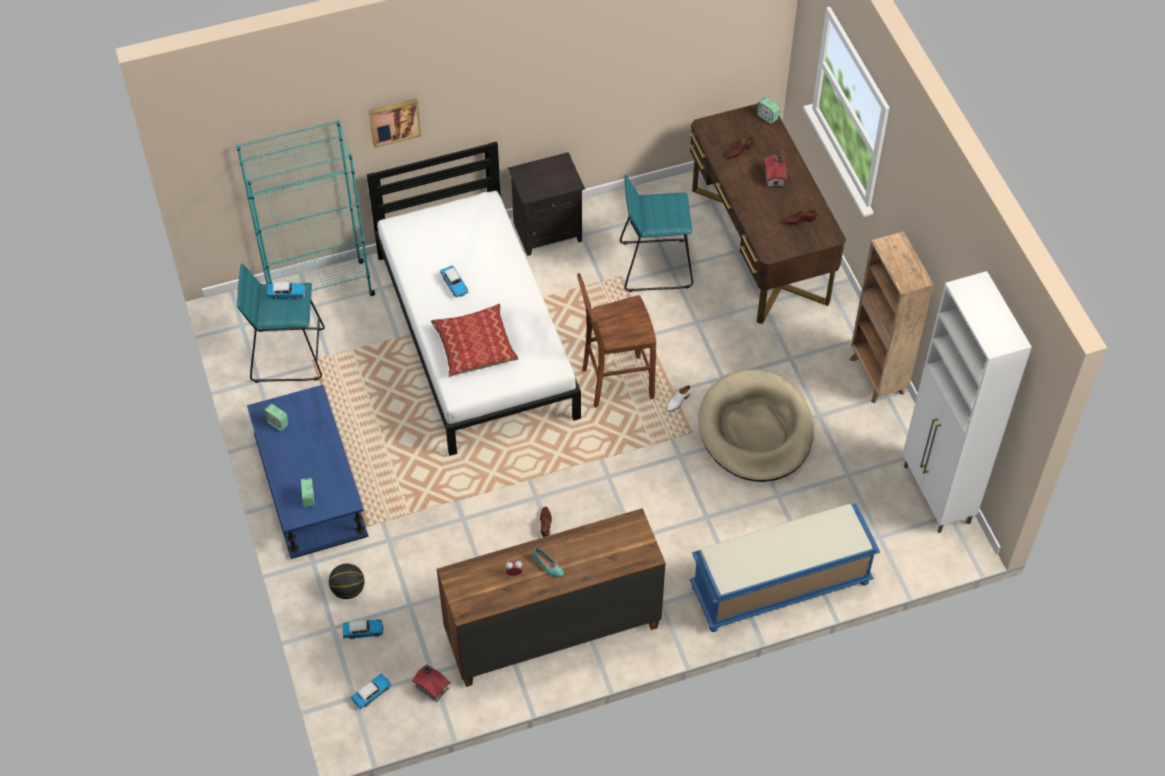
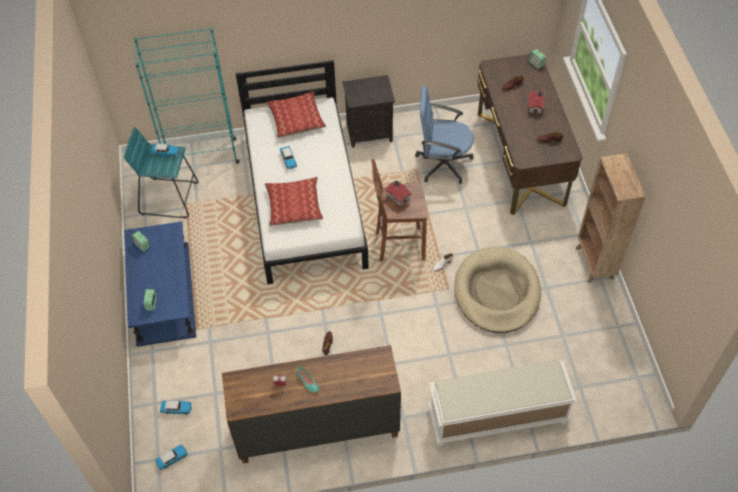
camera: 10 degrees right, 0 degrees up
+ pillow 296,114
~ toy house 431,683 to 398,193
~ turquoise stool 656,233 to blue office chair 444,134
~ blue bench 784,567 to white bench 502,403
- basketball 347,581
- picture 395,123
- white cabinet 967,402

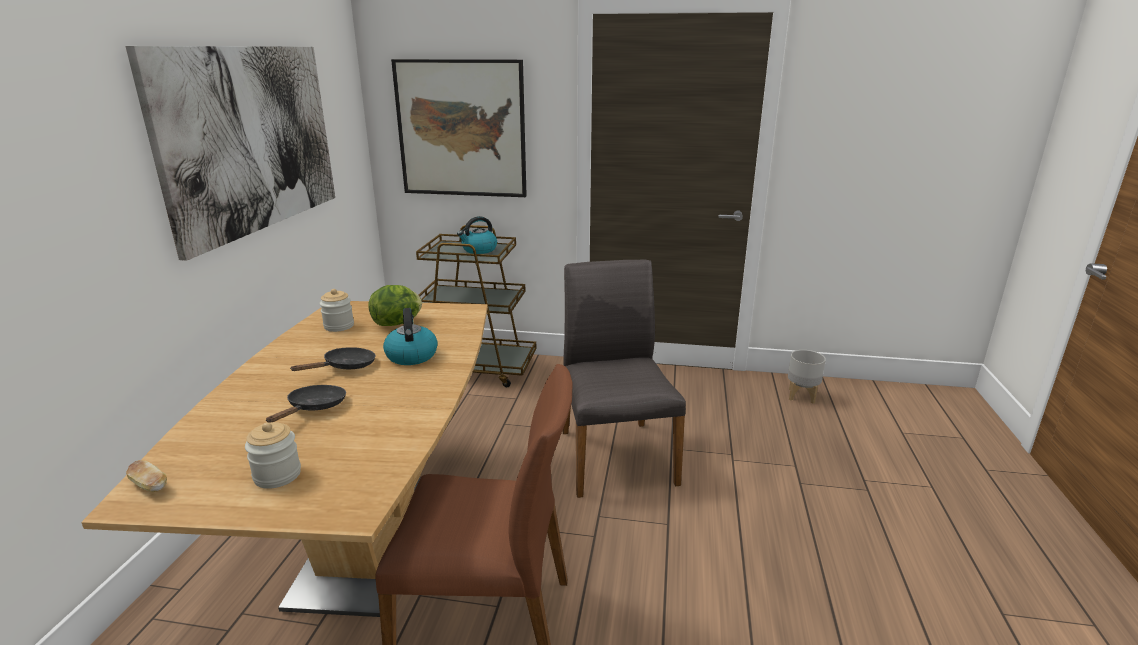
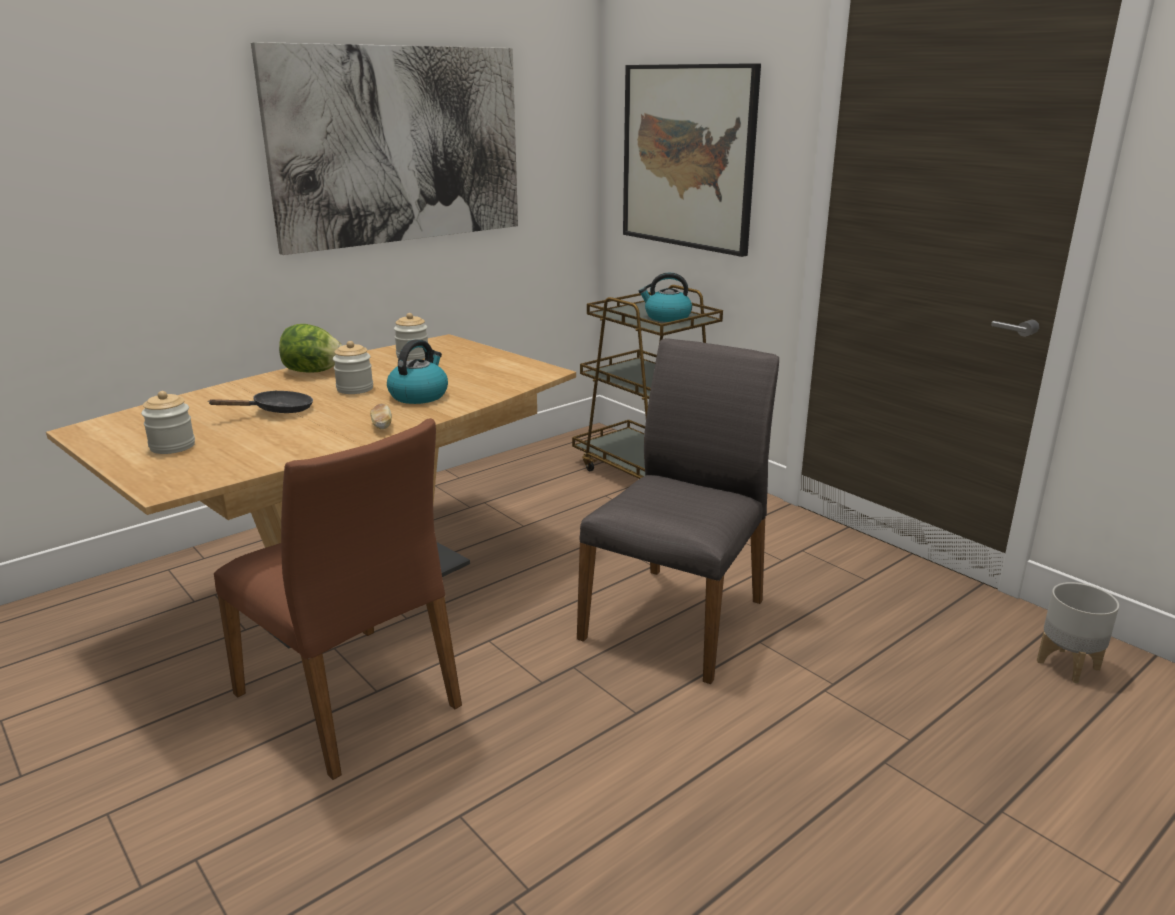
camera: 40 degrees right, 0 degrees up
~ lettuce 395,305 to 311,348
~ black frying pan 333,359 to jar 353,367
~ bread 146,476 to 381,416

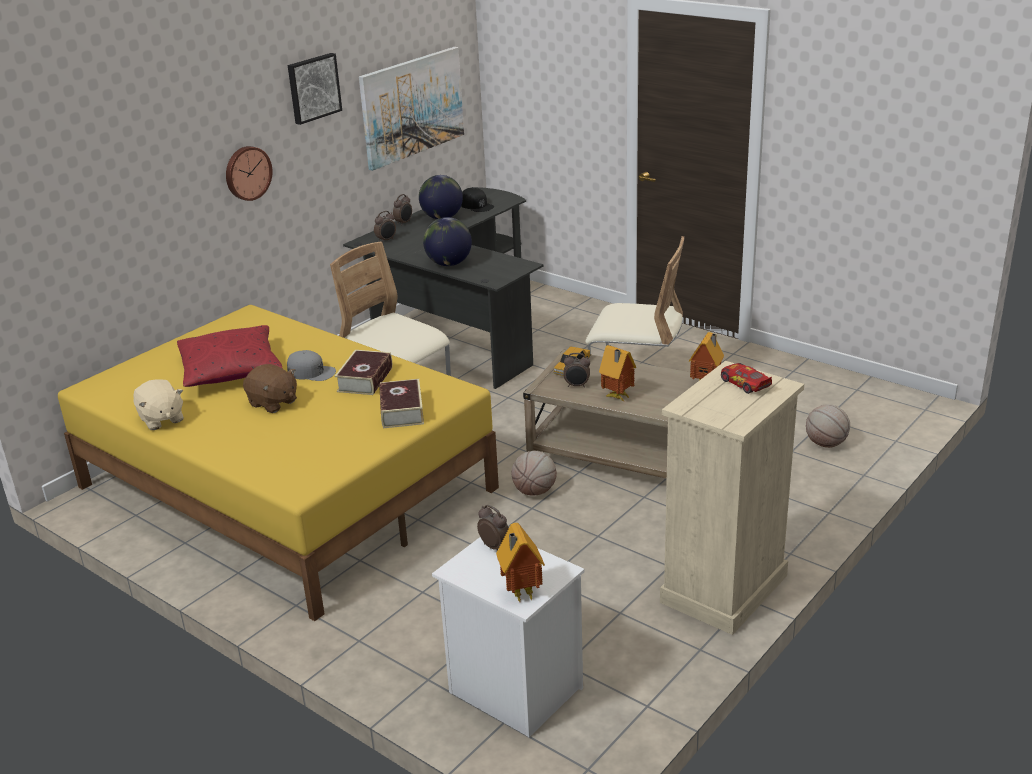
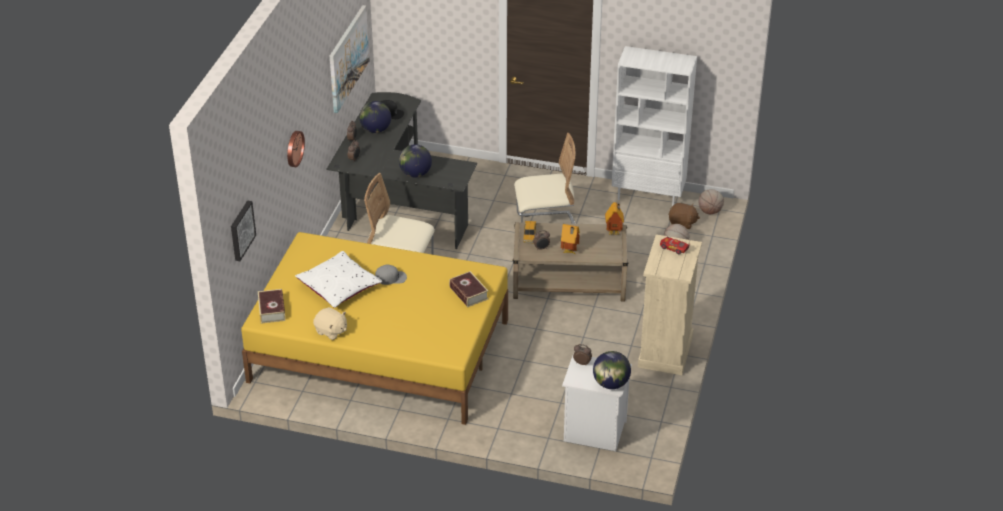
camera: 25 degrees left, 10 degrees up
~ picture 315,89 to 243,230
~ book 363,372 to 271,306
~ red pillow 229,356 to white pillow 338,279
~ toy house 520,562 to globe 612,370
+ white bookcase 654,126
~ brown plush toy 270,388 to 684,216
~ basketball 534,473 to 711,201

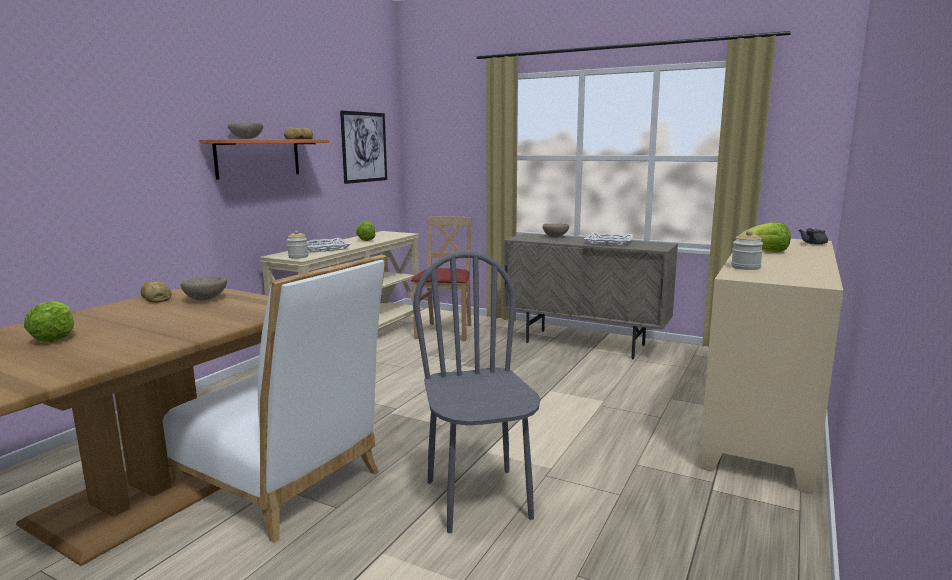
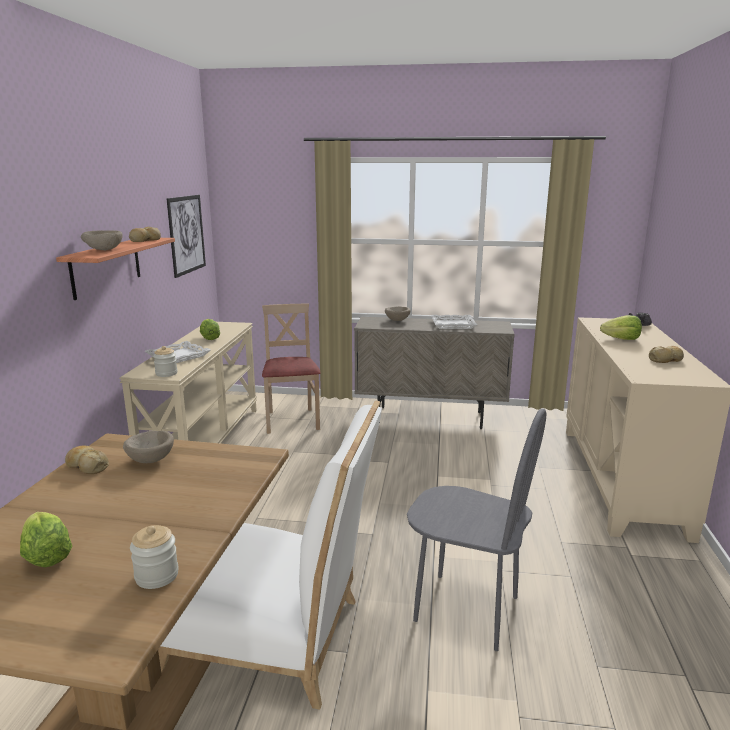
camera: 20 degrees left, 5 degrees up
~ jar 747,250 to 154,557
~ grey chair 477,392 = 476,530 150 degrees clockwise
+ bread 666,354

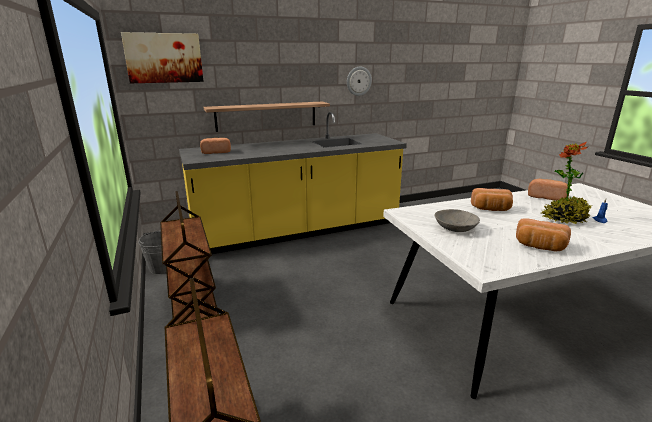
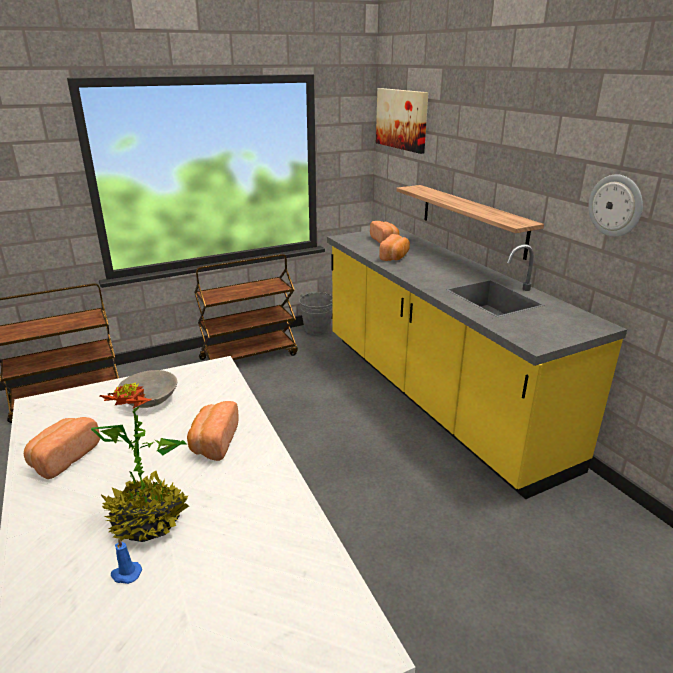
camera: 85 degrees right, 5 degrees up
~ bread 549,190 to 394,247

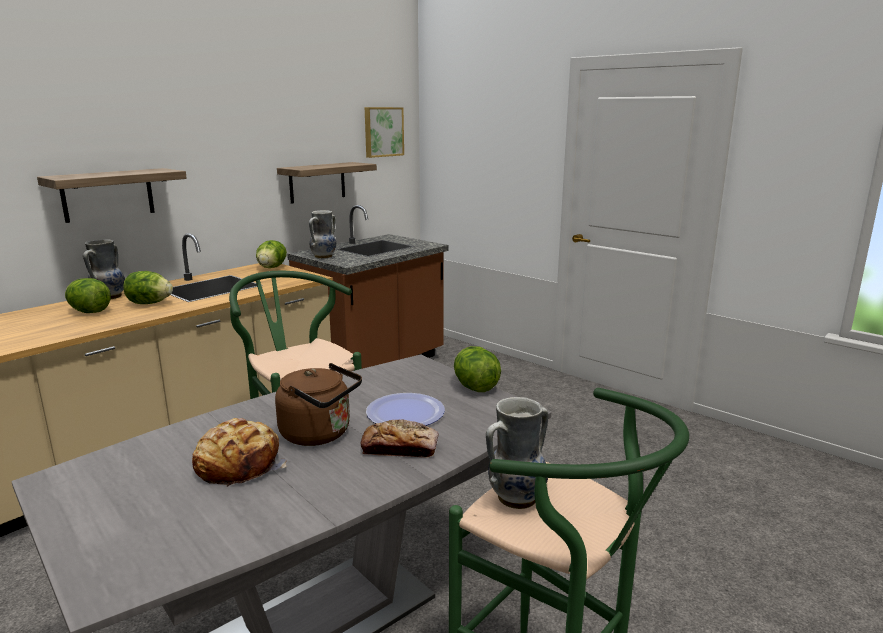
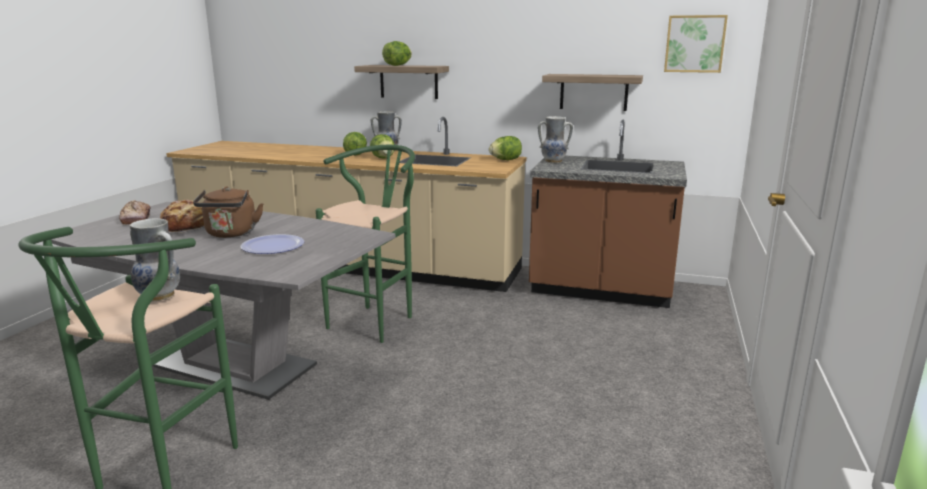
camera: 65 degrees right, 0 degrees up
~ bread 400,439 to 135,212
~ lettuce 477,369 to 397,53

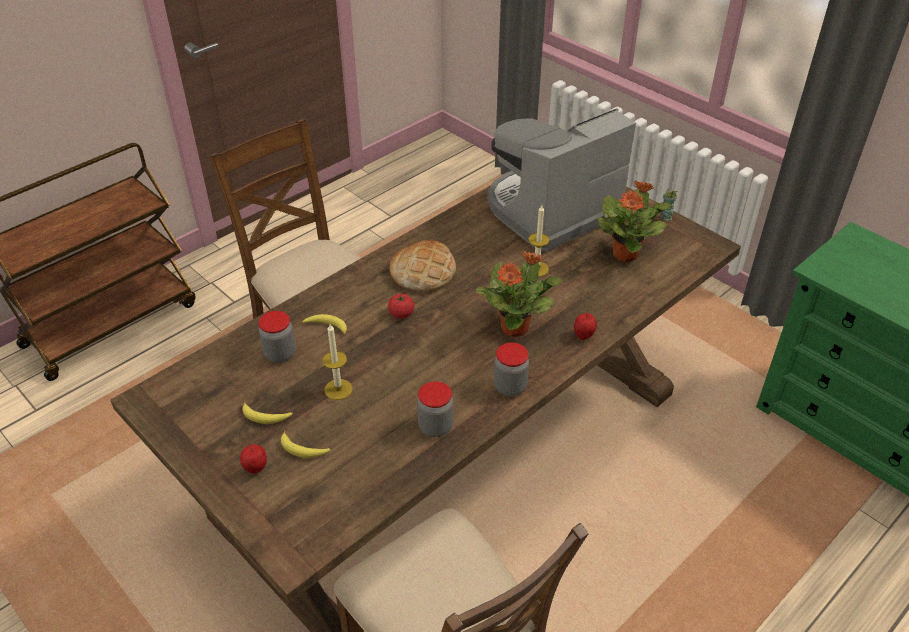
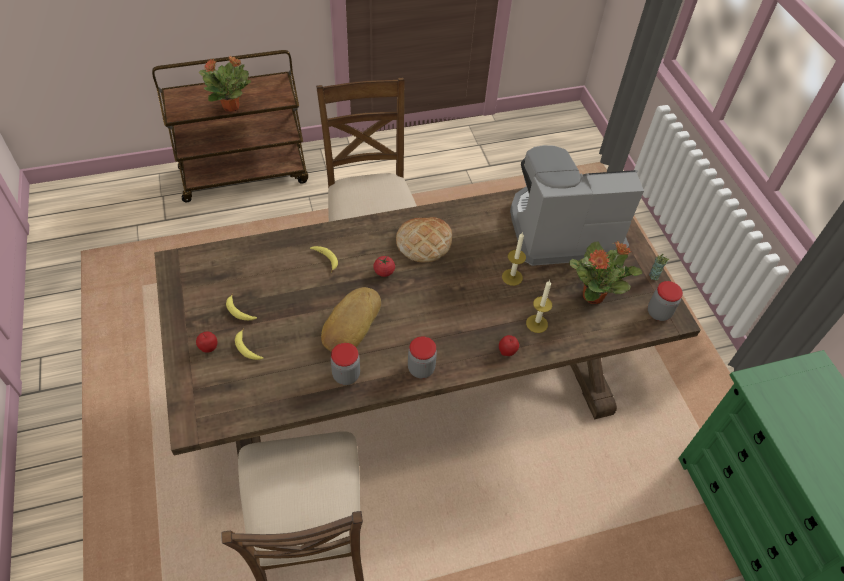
camera: 25 degrees right, 10 degrees up
~ potted plant 519,294 to 225,83
+ bread 351,319
~ candle 337,362 to 539,306
~ jar 277,337 to 665,301

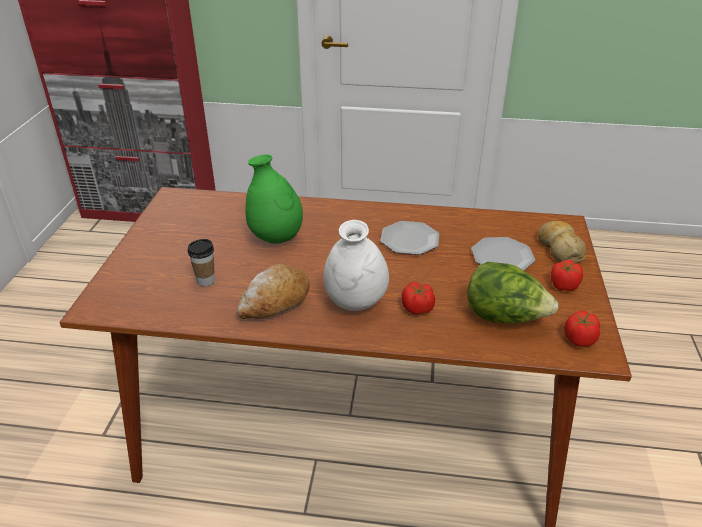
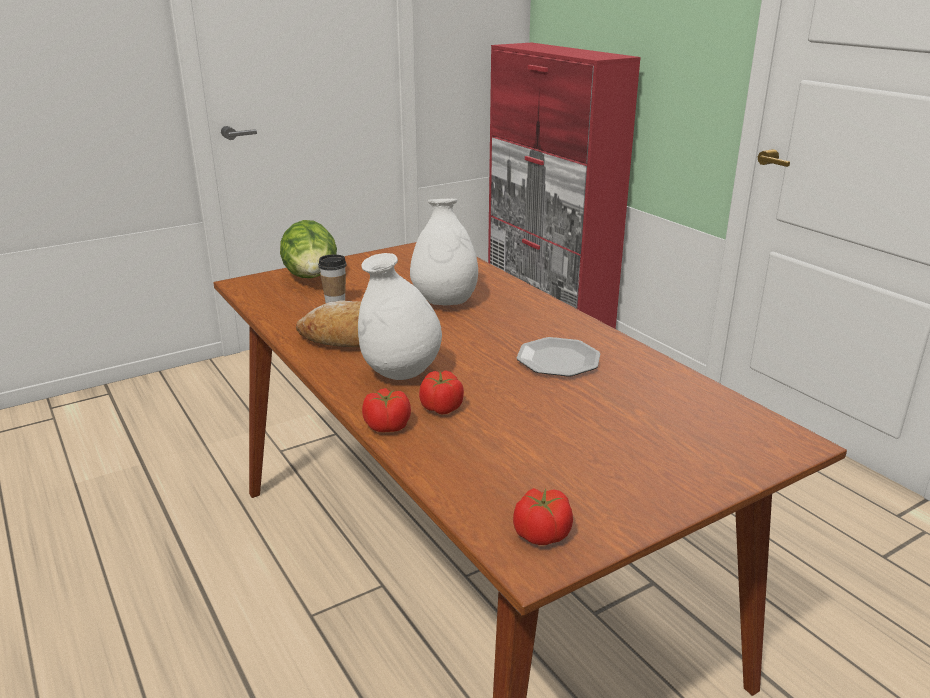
camera: 50 degrees right, 10 degrees down
~ lettuce 512,293 to 308,249
~ tomato 567,275 to 386,410
~ green vase 274,199 to white vase 444,252
- plate 503,254
- bread 562,242

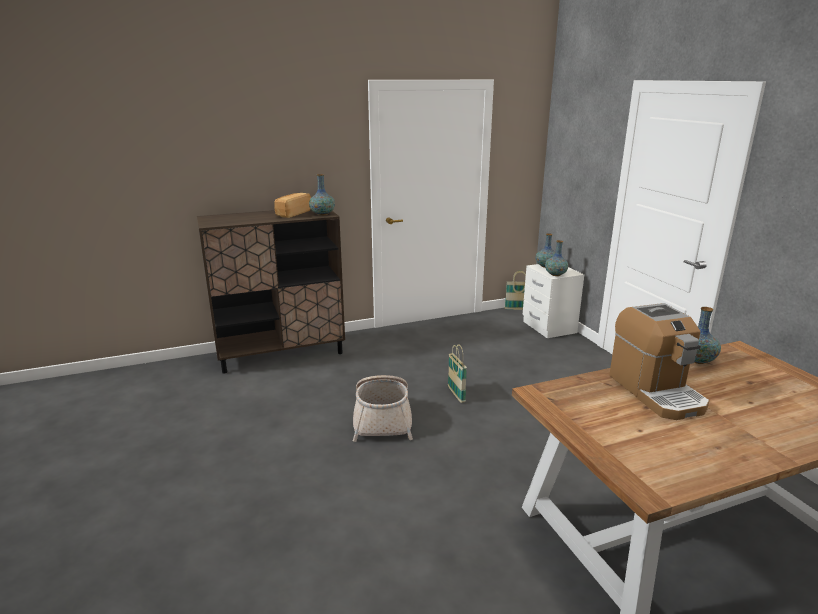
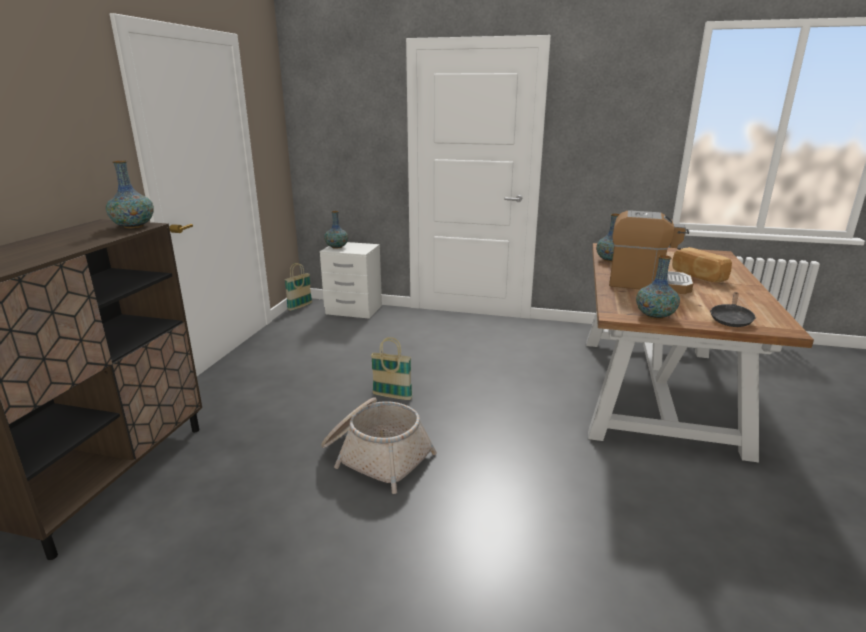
camera: 55 degrees left, 0 degrees up
~ vase 556,258 to 658,287
~ bread 292,205 to 702,264
+ black frying pan 733,309

